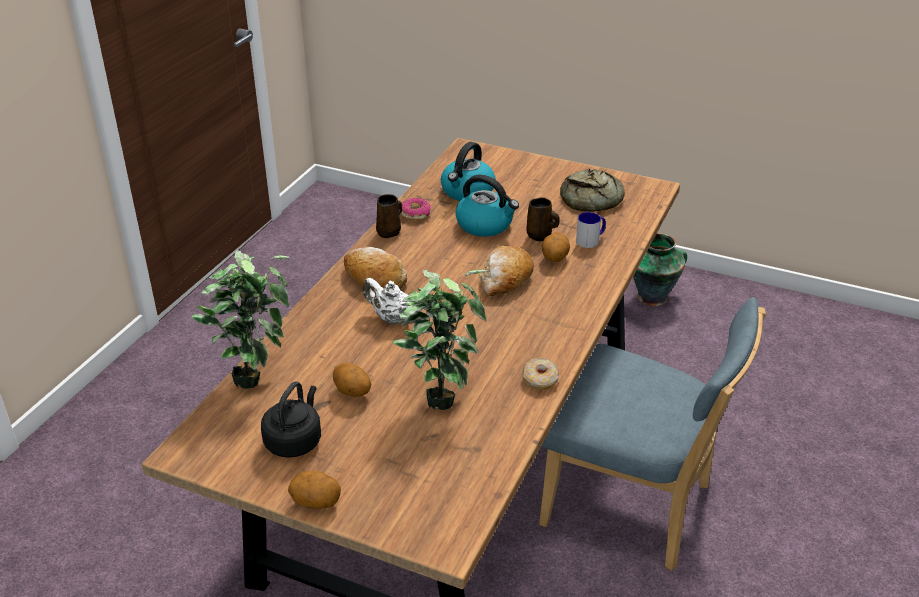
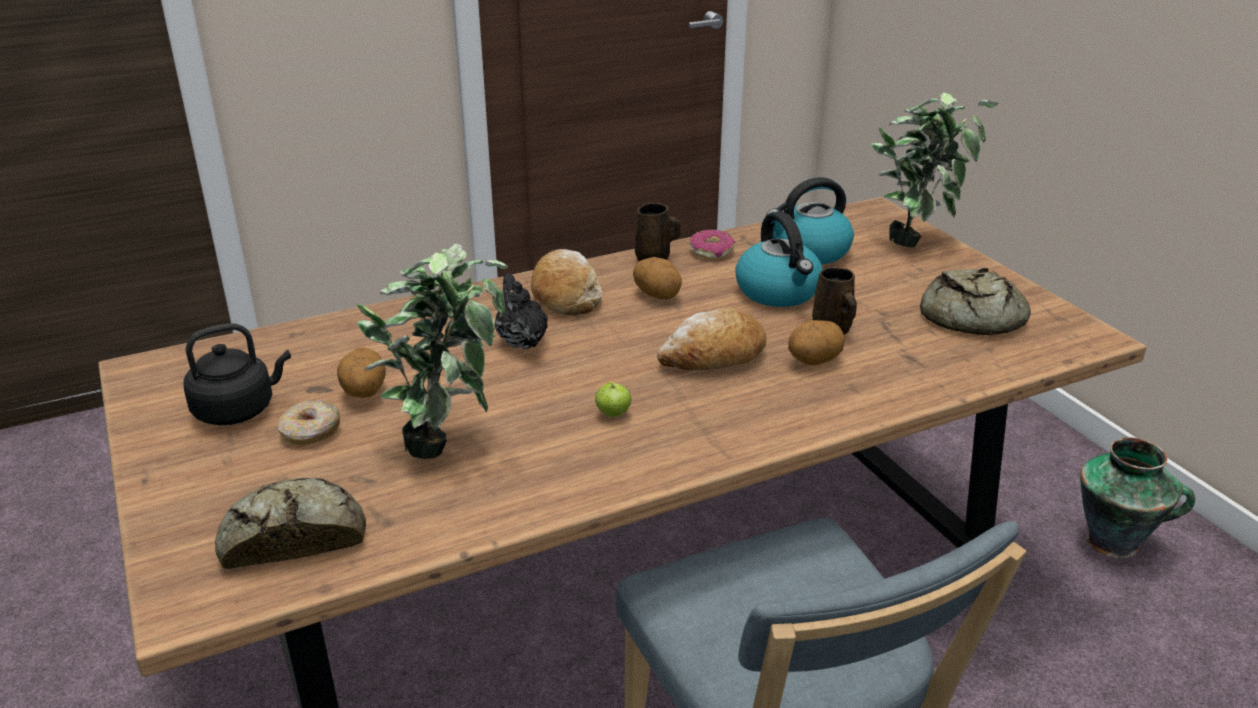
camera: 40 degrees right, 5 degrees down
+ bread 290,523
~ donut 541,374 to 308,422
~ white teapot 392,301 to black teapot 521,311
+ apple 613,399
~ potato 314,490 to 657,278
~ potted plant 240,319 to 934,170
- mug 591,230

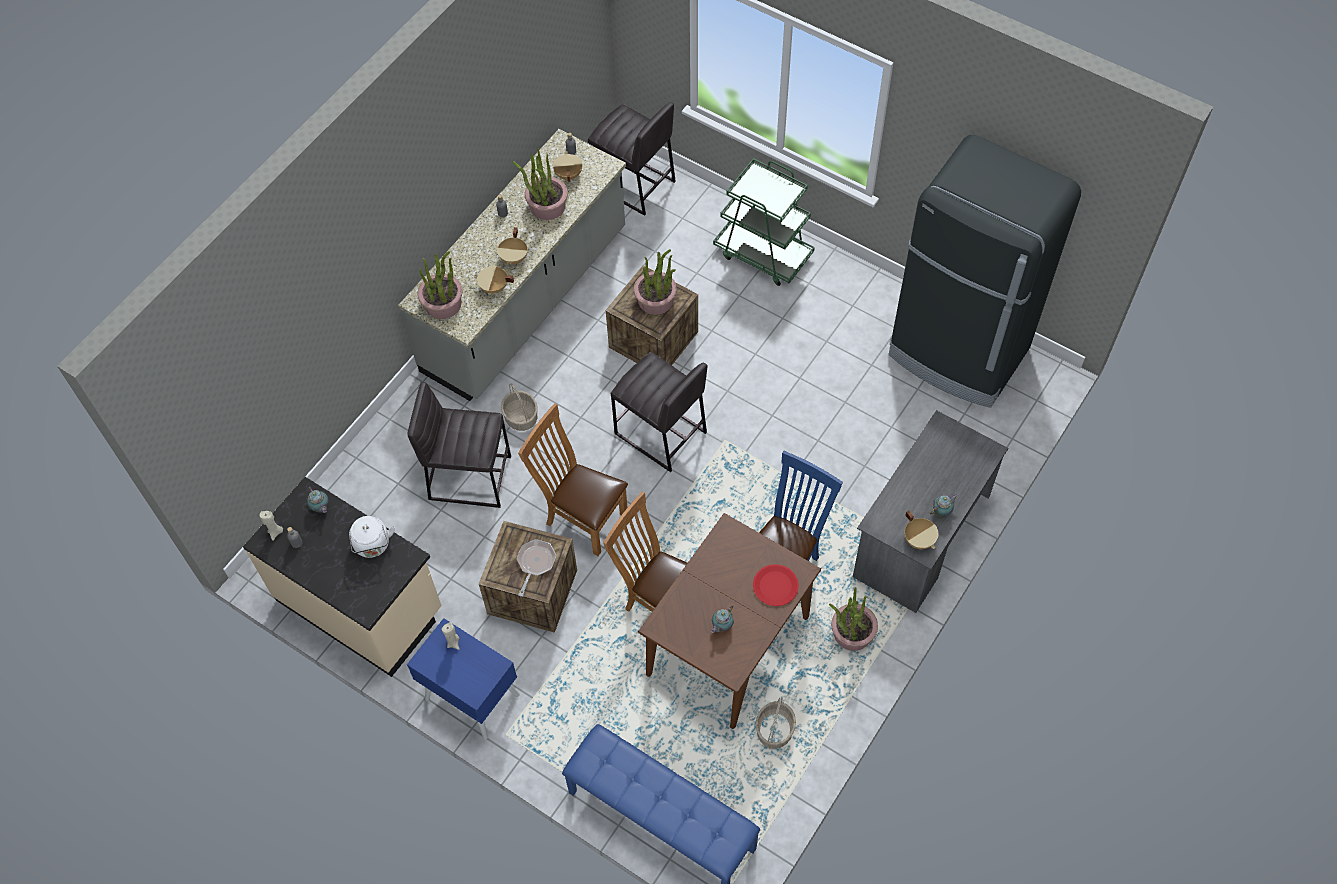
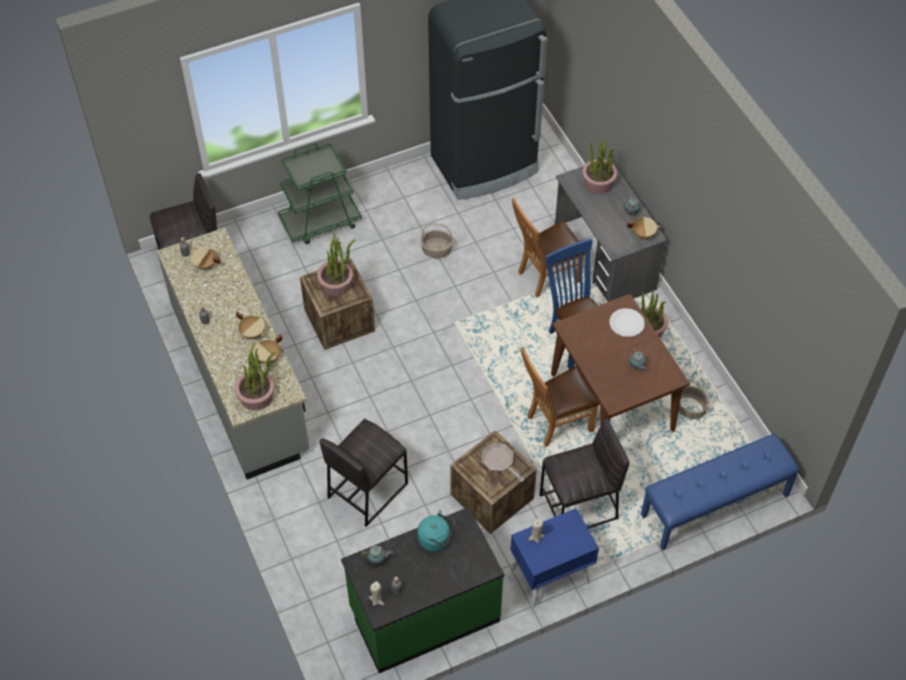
camera: 60 degrees left, 5 degrees down
~ beige counter 342,577 to green counter 422,590
~ white kettle 372,537 to turquoise kettle 436,531
~ basket 519,407 to 437,240
~ brown chair 573,479 to 548,247
~ grey stool 659,412 to 585,474
~ potted plant 540,184 to 599,166
~ red plate 776,585 to white plate 627,322

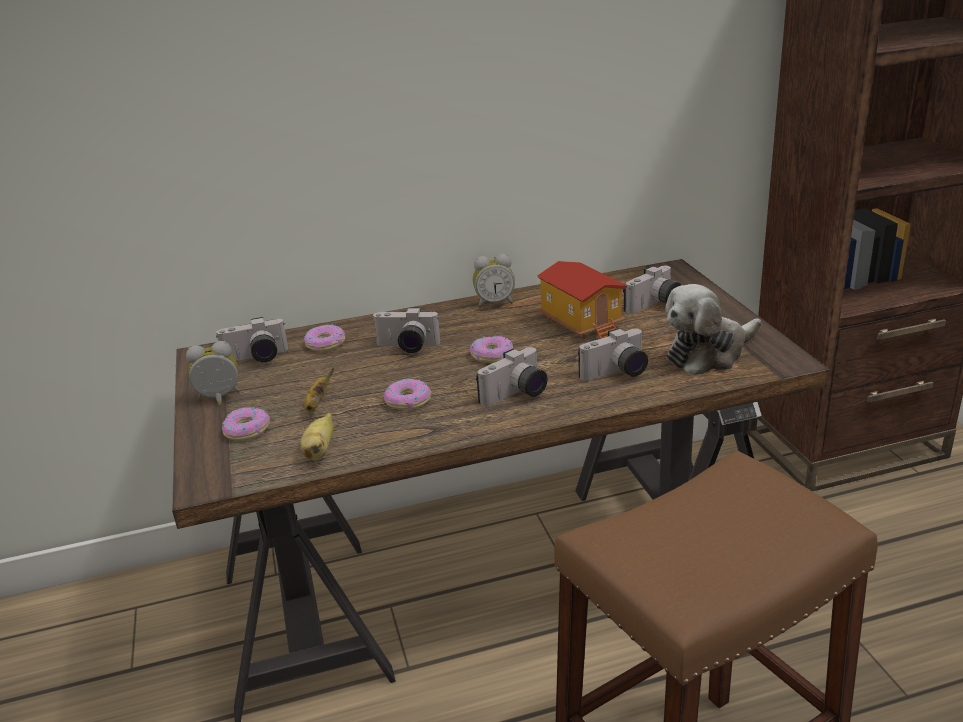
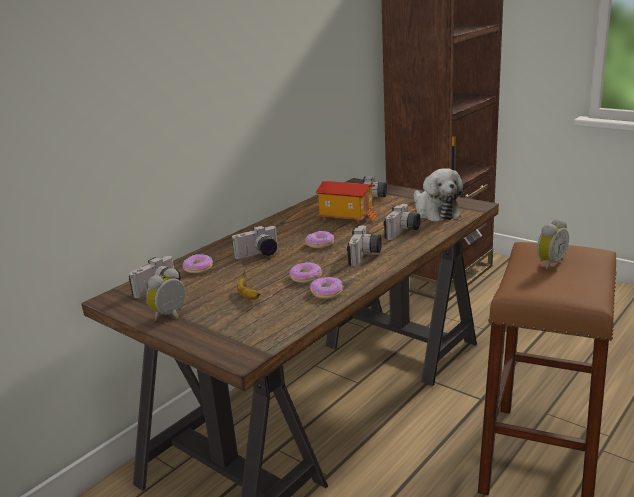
camera: 35 degrees left, 5 degrees down
~ donut 246,424 to 326,288
~ plush toy 713,329 = 438,195 45 degrees counterclockwise
~ alarm clock 494,281 to 553,244
- banana 317,437

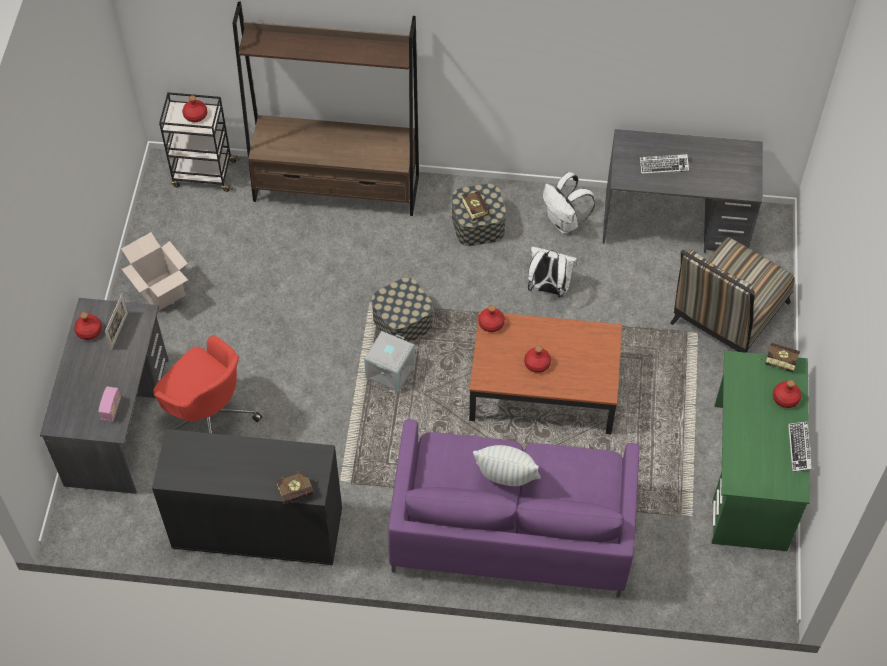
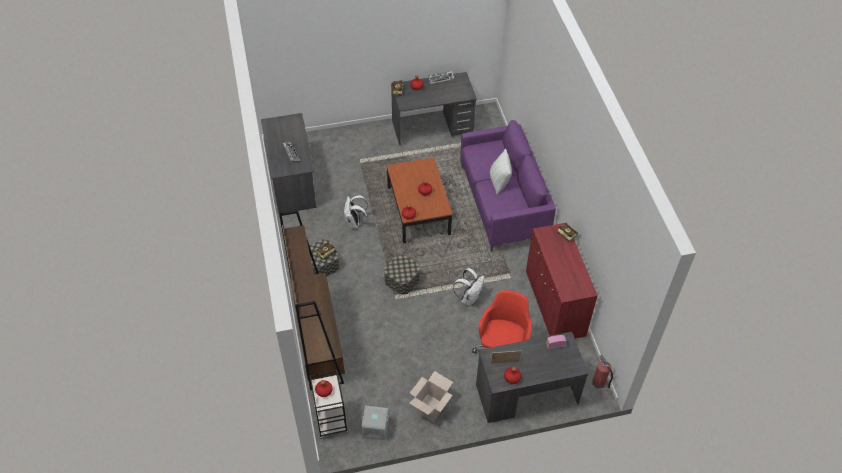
camera: 110 degrees left, 5 degrees down
~ grey storage box 389,361 to 375,422
~ green desk 760,451 to grey desk 434,109
~ white backpack 569,202 to 469,287
~ black cabinet 247,497 to red cabinet 562,281
+ fire extinguisher 602,373
- chair 732,295

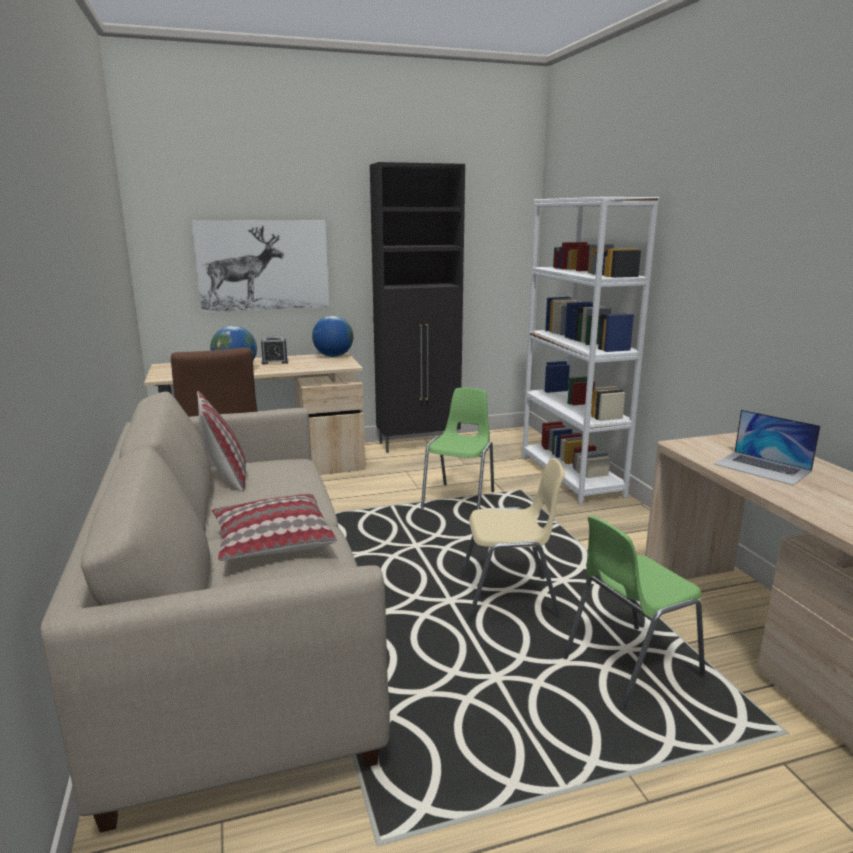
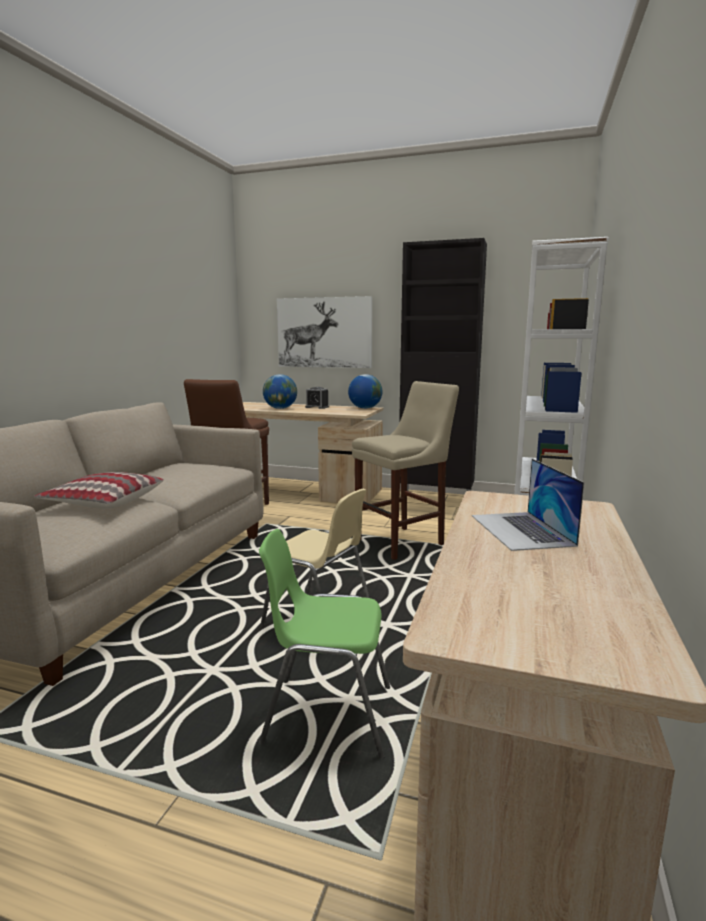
camera: 35 degrees right, 5 degrees down
~ green chair 457,448 to beige stool 405,470
- pillow 221,441

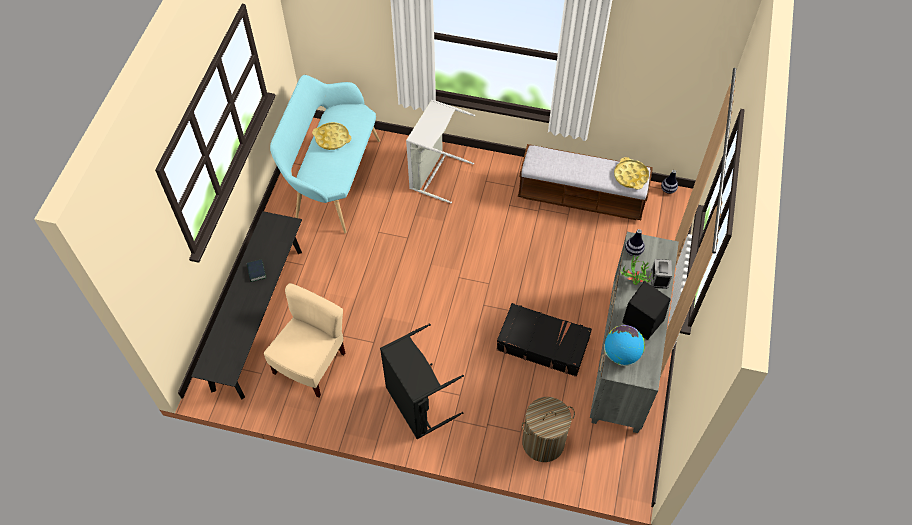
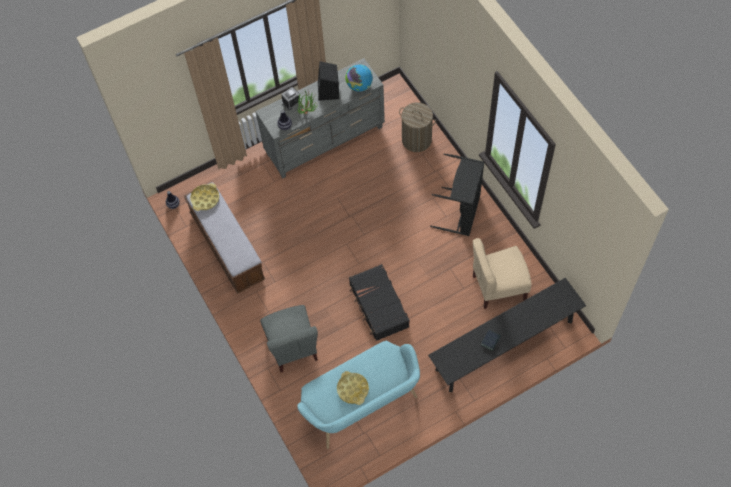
camera: 130 degrees left, 5 degrees up
~ grey laundry basket 440,151 to grey chair 289,338
~ black suitcase 544,340 to 379,302

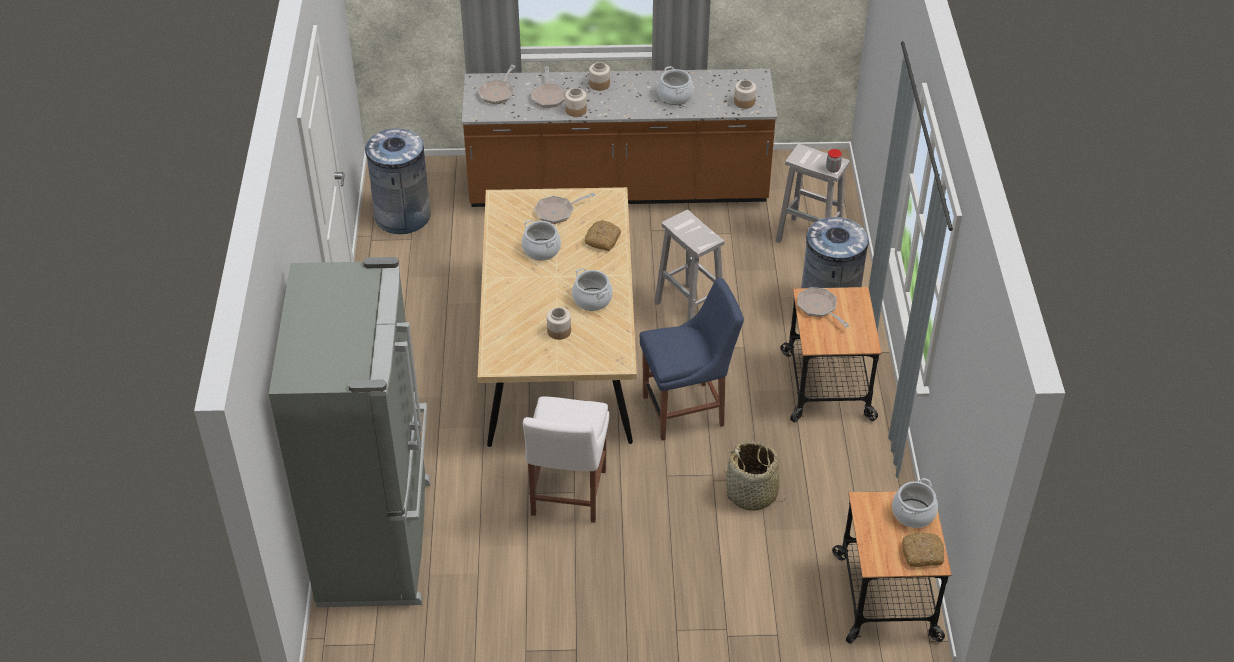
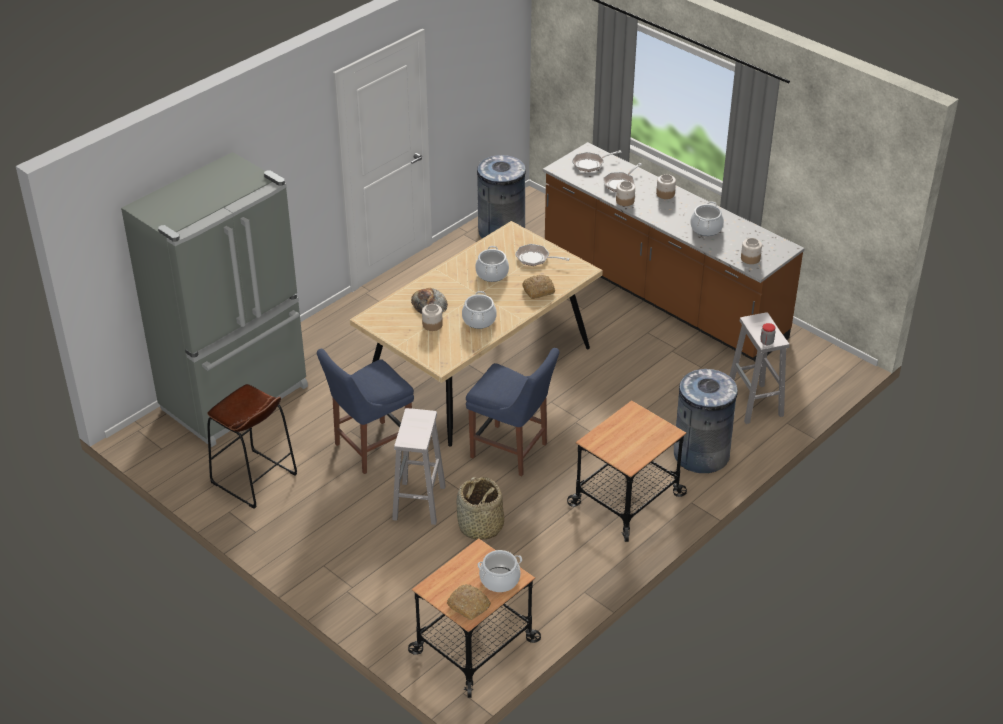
camera: 45 degrees right, 5 degrees down
+ brown stool 252,446
~ white chair 566,459 to blue chair 365,411
~ white stool 689,266 to 419,466
+ bread 429,301
- frying pan 823,307

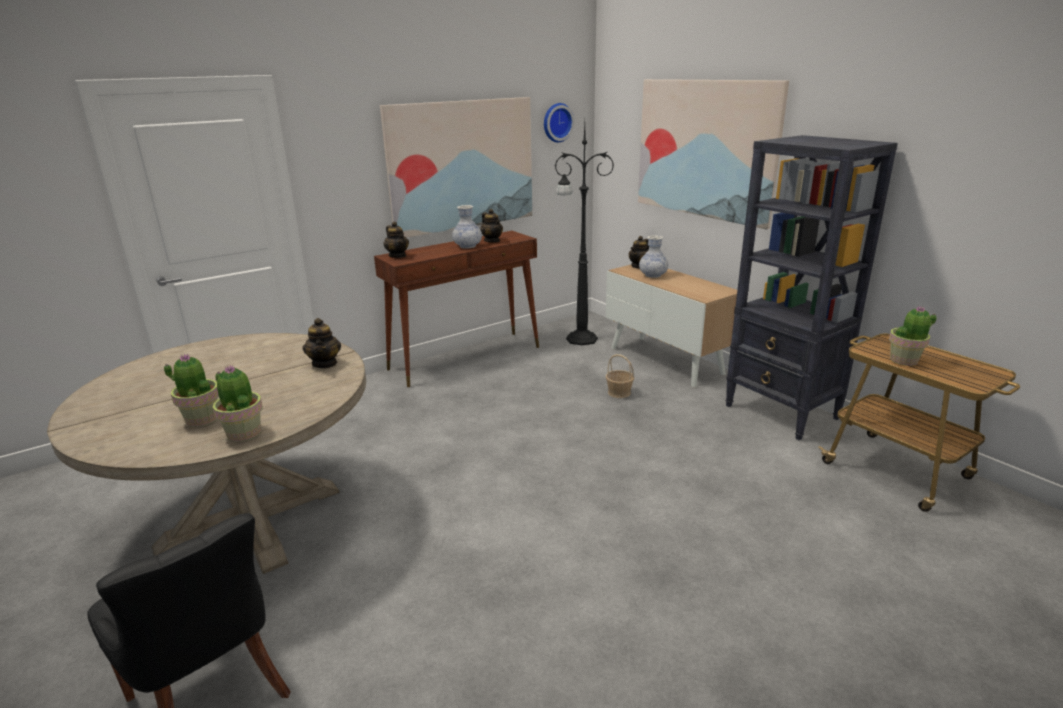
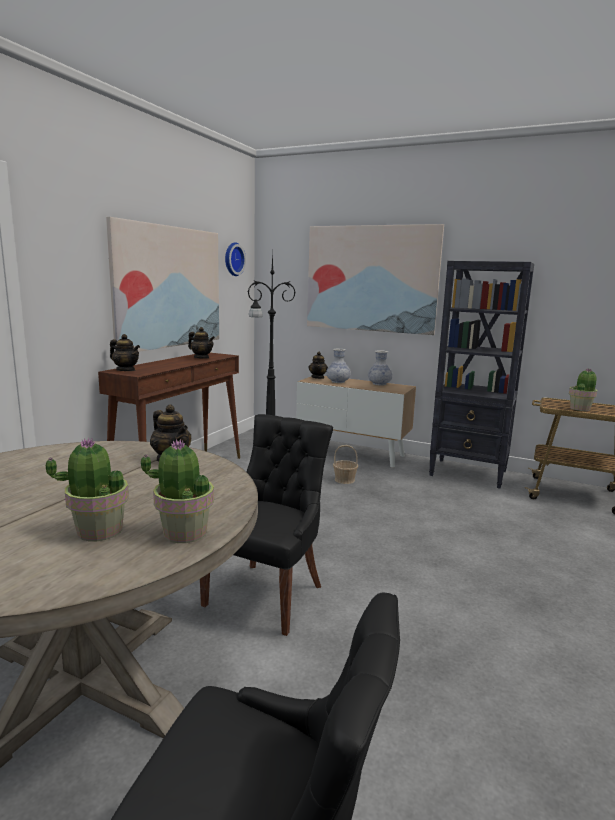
camera: 30 degrees left, 10 degrees down
+ black chair 266,525
~ vase 467,227 to 380,368

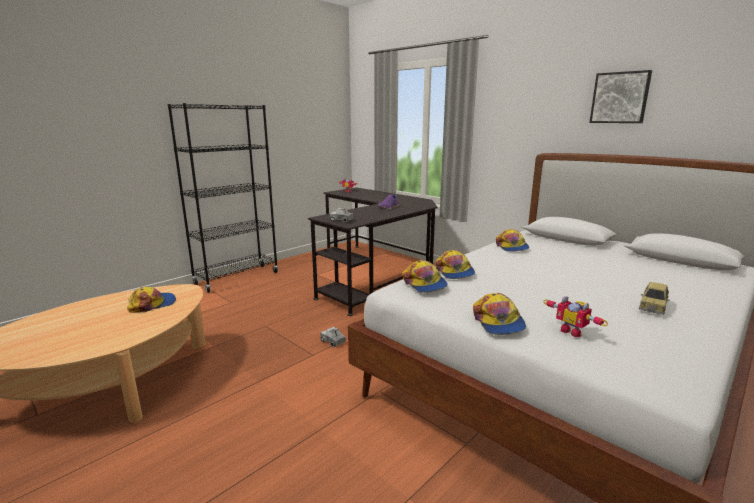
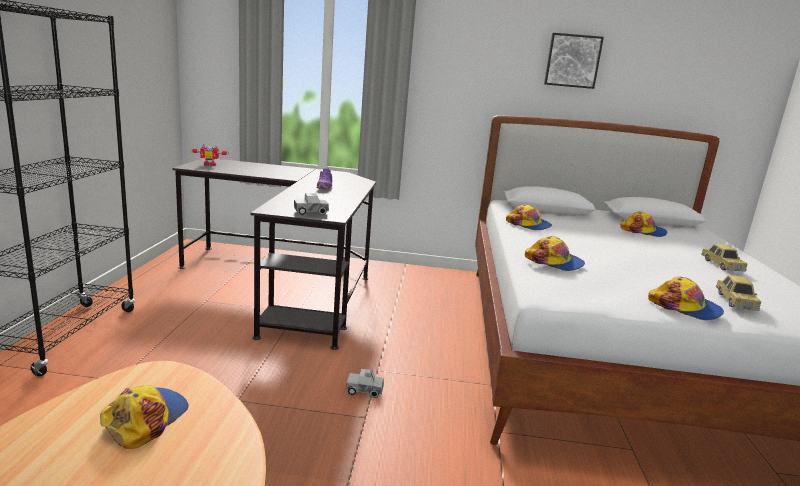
camera: 40 degrees left, 0 degrees up
~ cap 425,276 to 644,224
~ toy robot 575,316 to toy car 738,293

